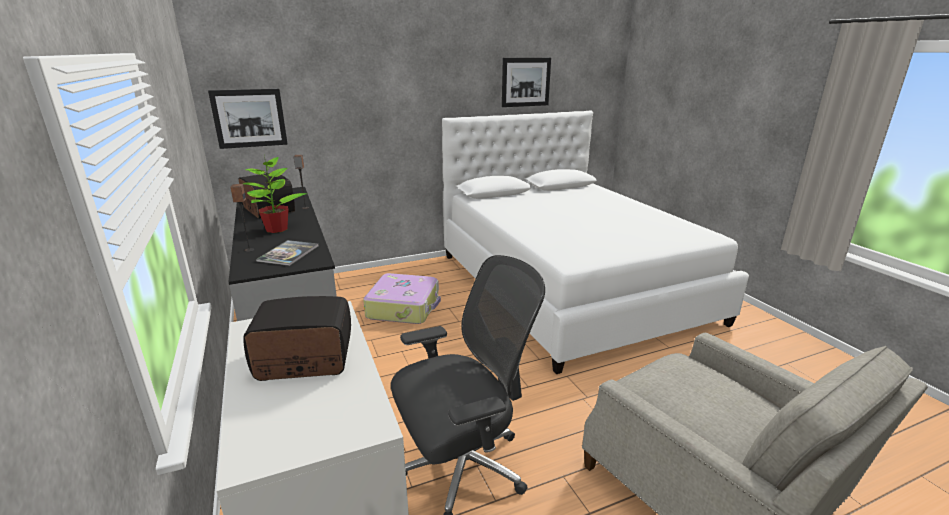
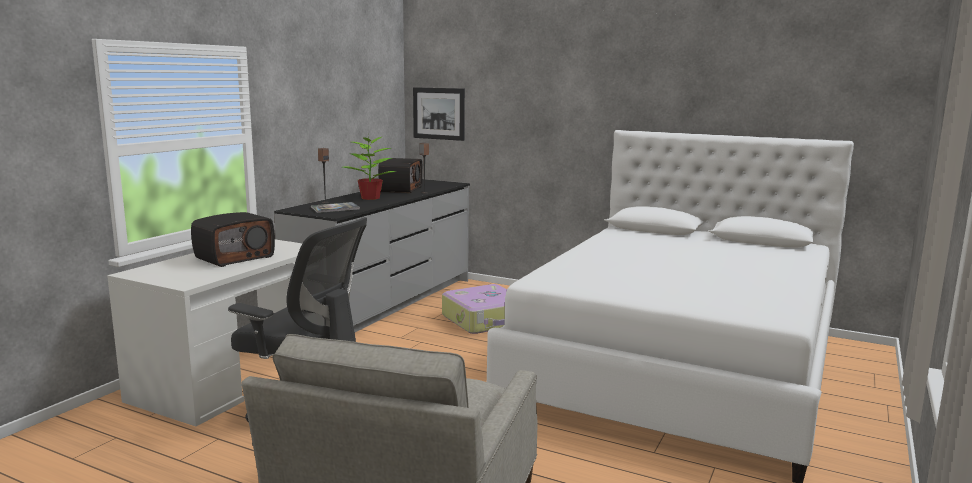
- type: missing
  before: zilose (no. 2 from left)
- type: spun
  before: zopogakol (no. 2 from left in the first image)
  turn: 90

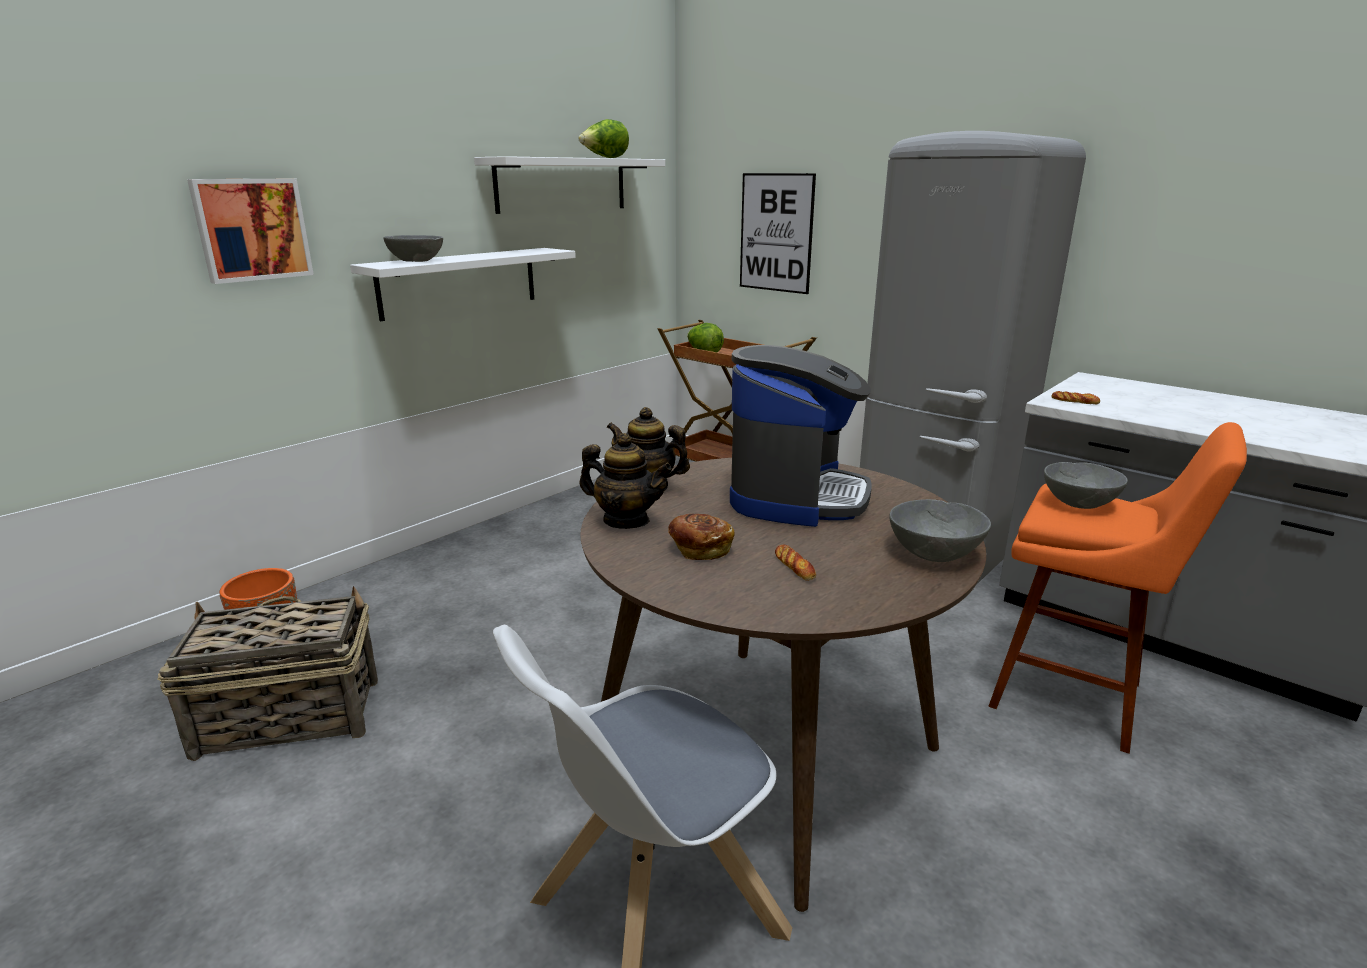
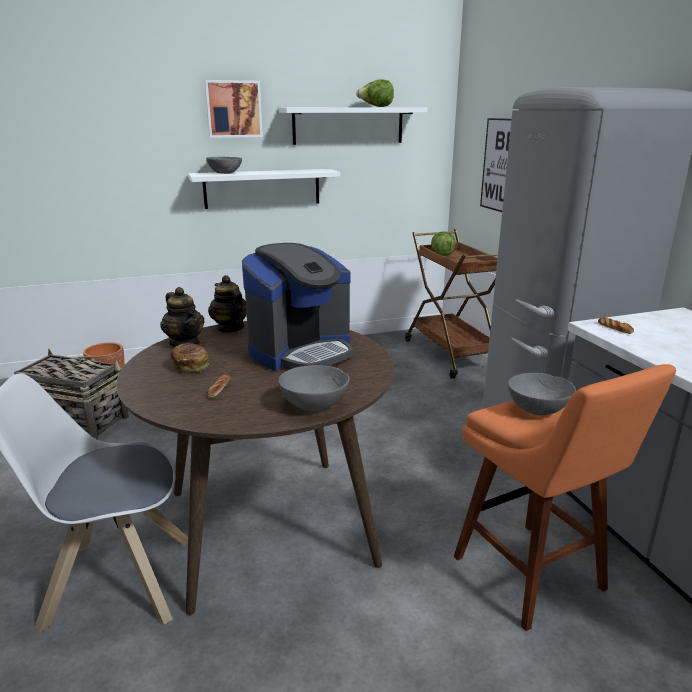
- type: relocated
  before: zilose (no. 1 from left)

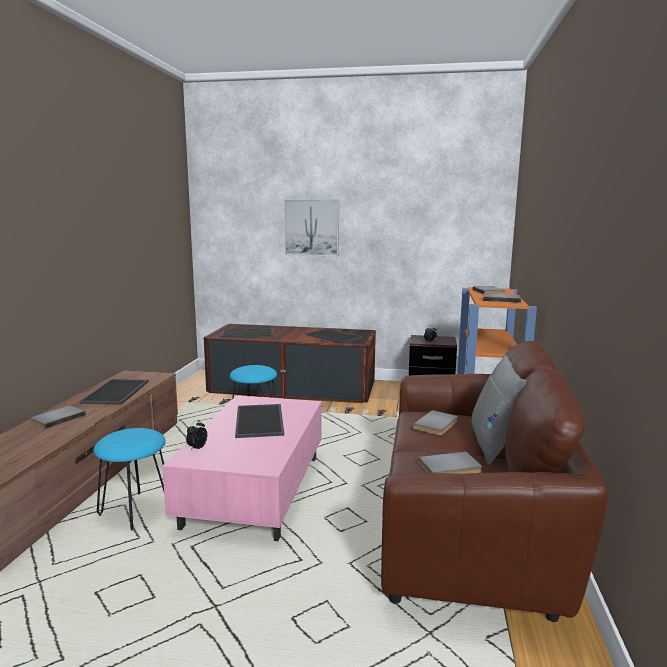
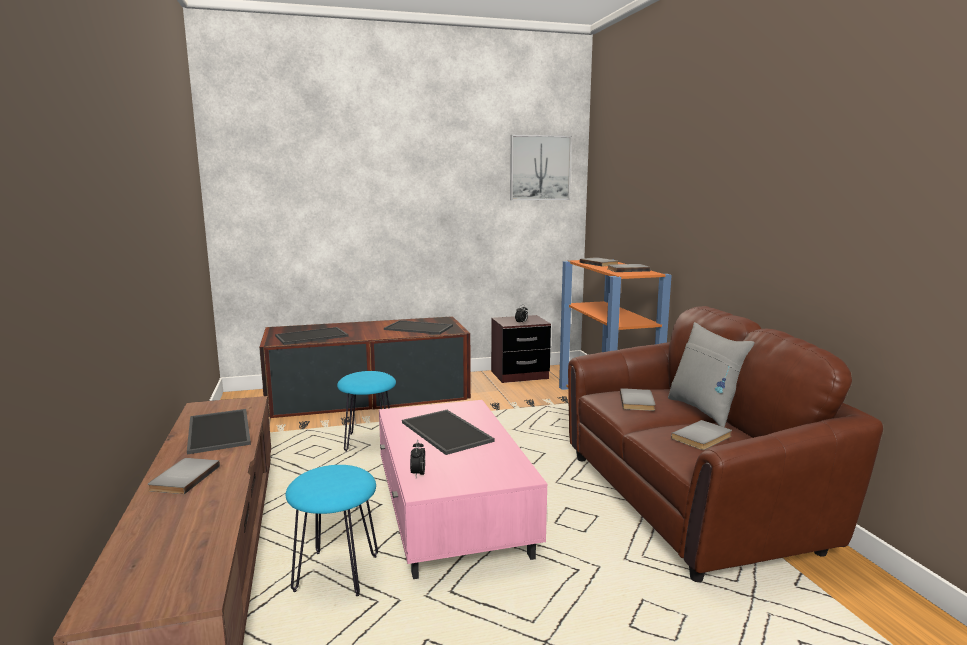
- type: relocated
  before: zilose

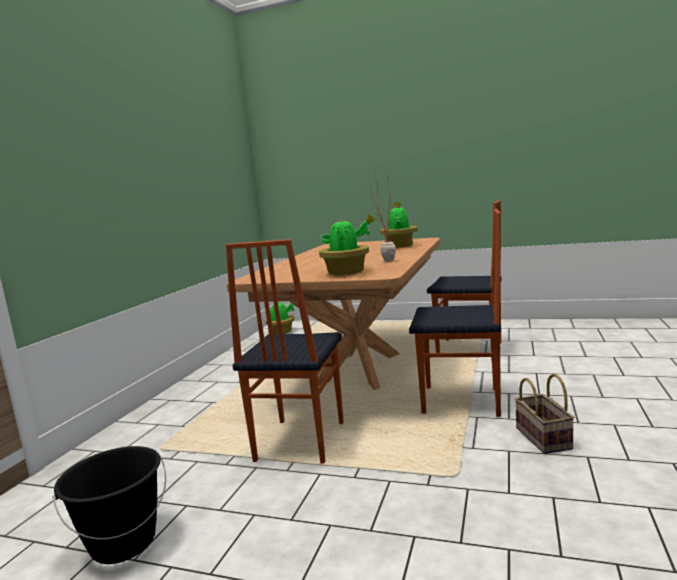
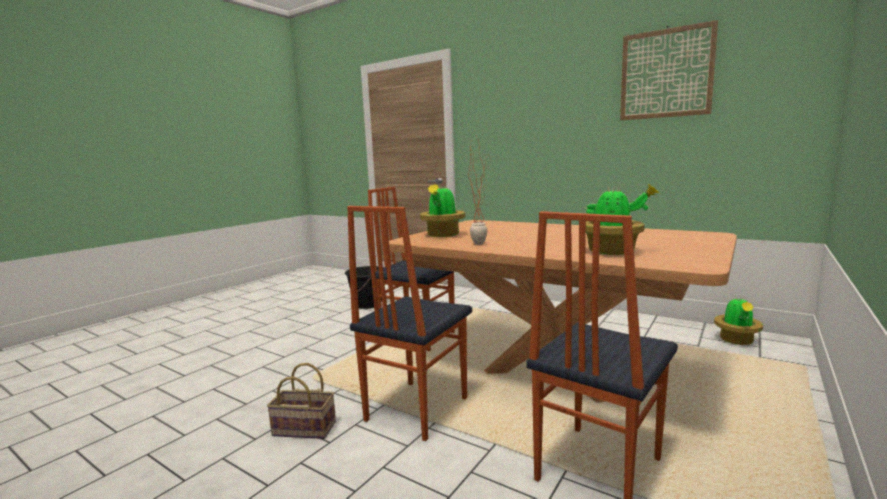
- type: appeared
  after: zilose

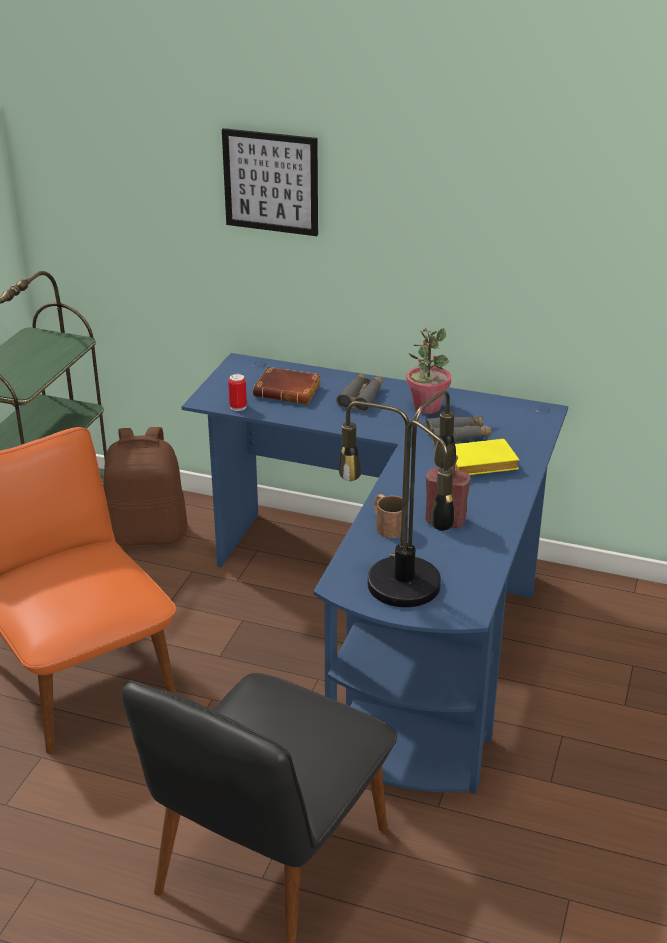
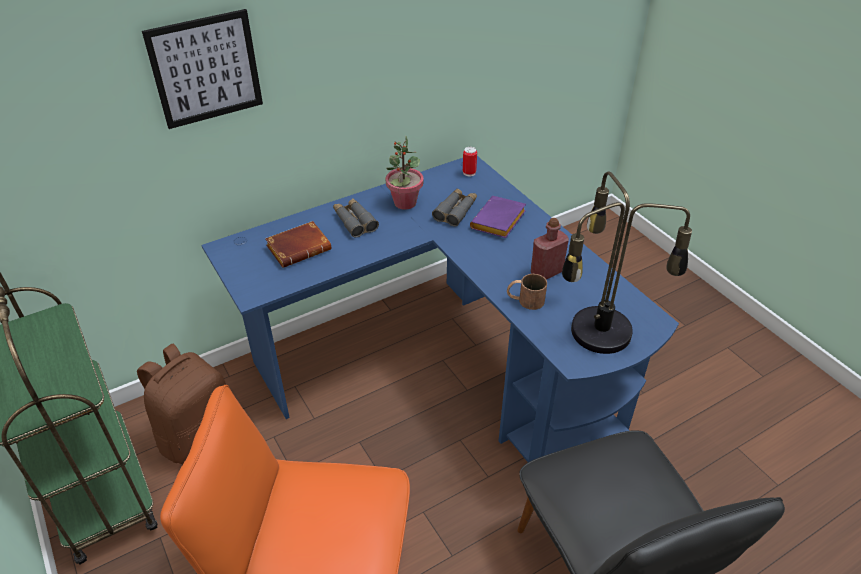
- type: relocated
  before: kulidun
- type: colour
  before: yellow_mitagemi
  after: purple_mitagemi

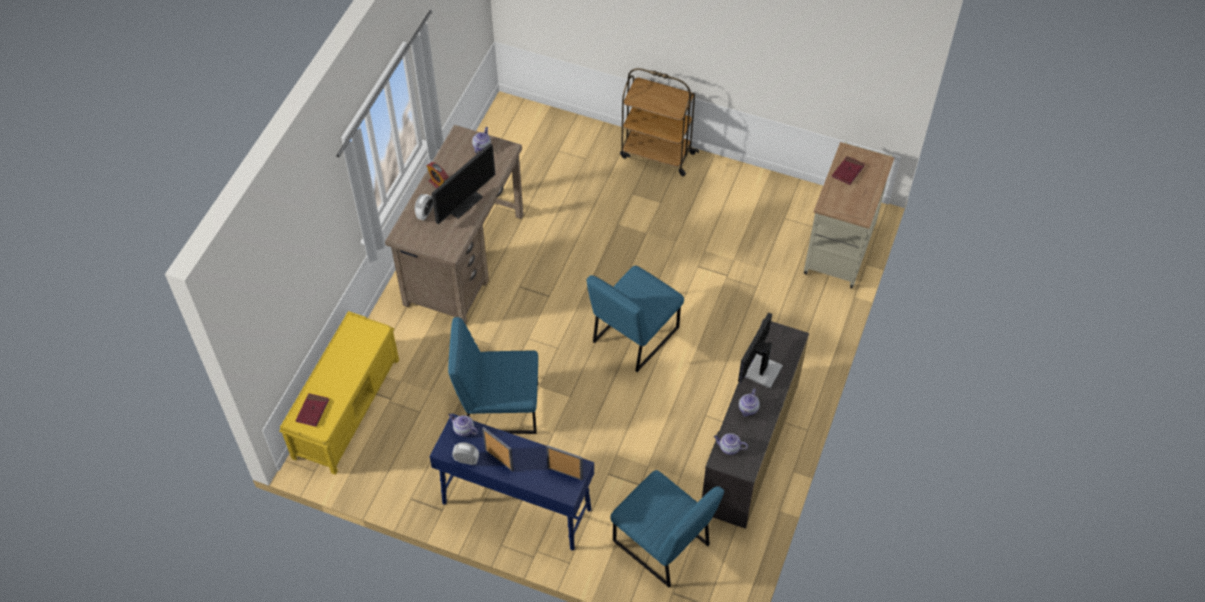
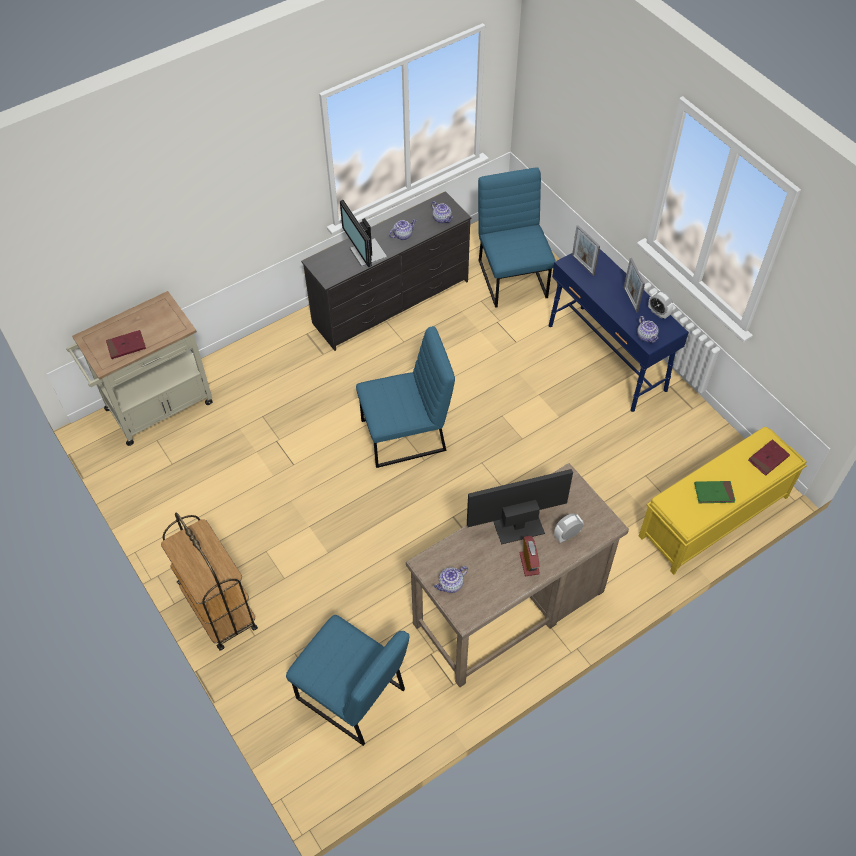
- type: spun
  before: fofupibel (no. 2 from left in the first image)
  turn: 90
- type: relocated
  before: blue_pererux (no. 1 from left)
- type: appeared
  after: green_mitagemi

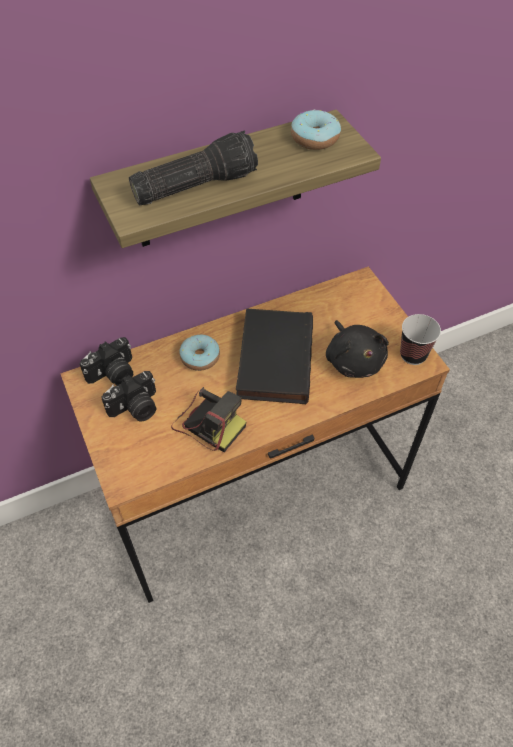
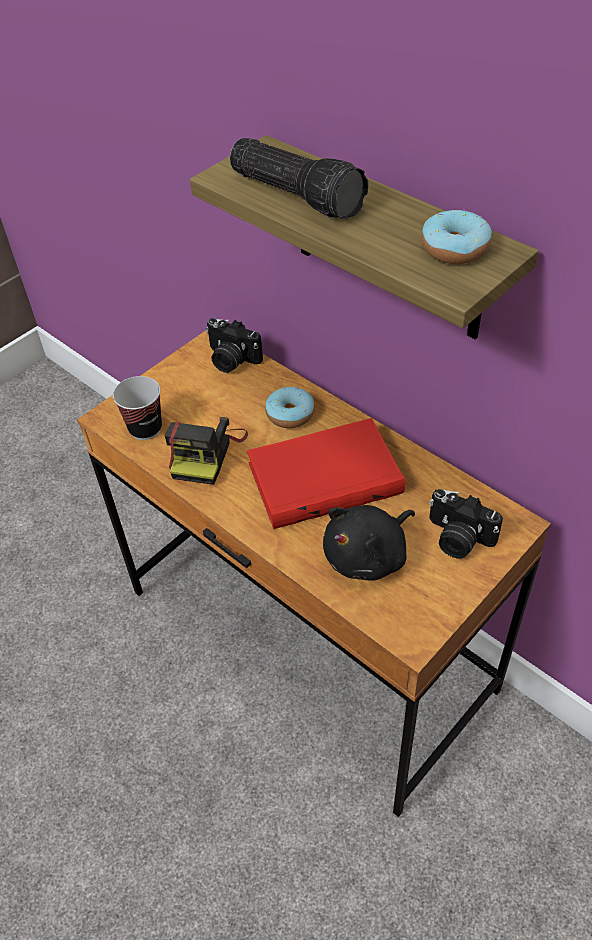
- type: colour
  before: black_mitagemi
  after: red_mitagemi
- type: relocated
  before: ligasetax
- type: relocated
  before: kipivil (no. 2 from left in the first image)
  after: kipivil (no. 3 from left)

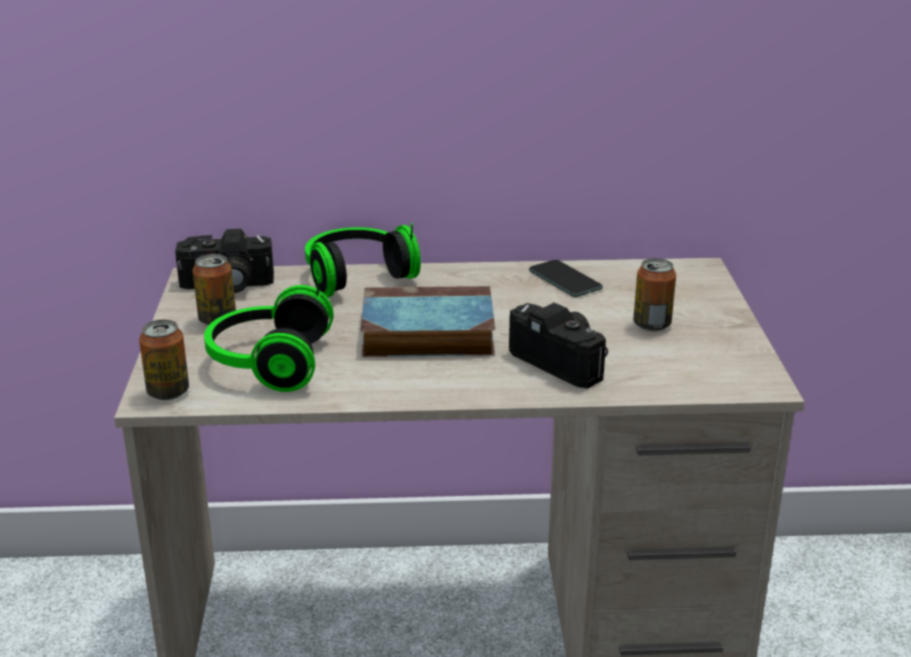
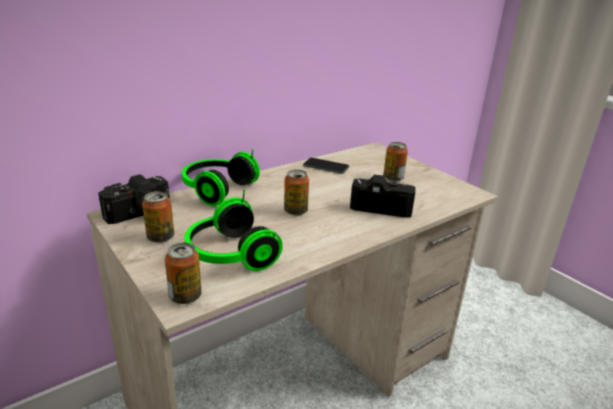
- type: exchanged
  before: mitagemi
  after: kulidun (no. 3 from left)

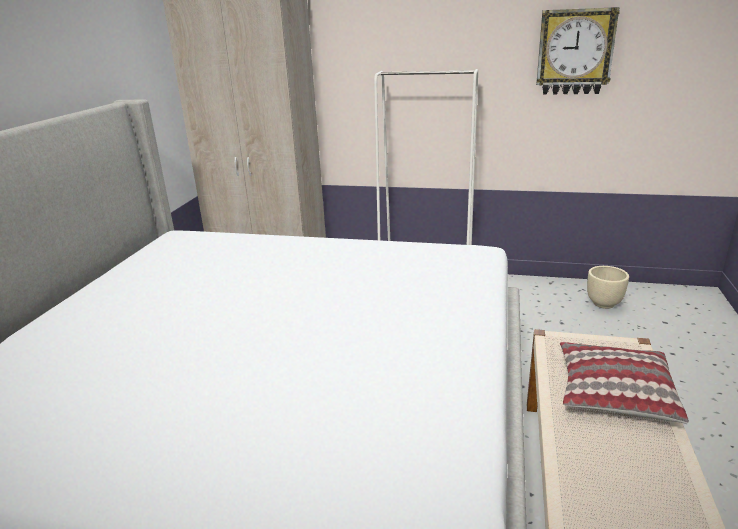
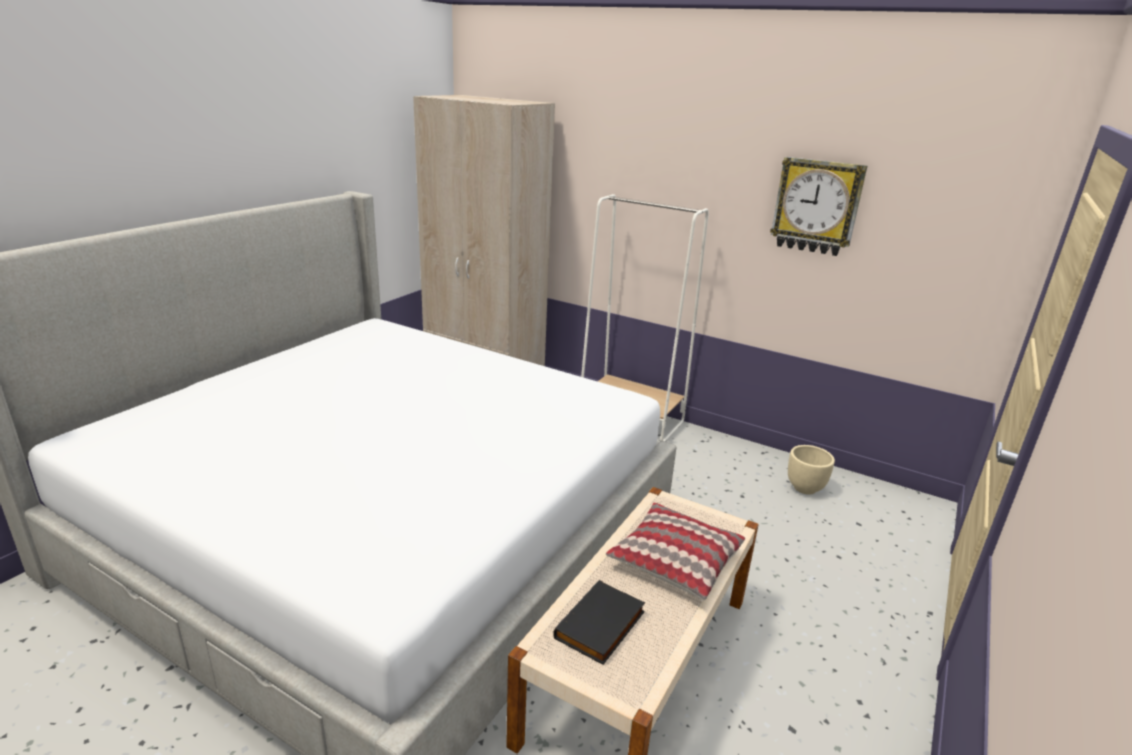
- type: appeared
  after: black_mitagemi

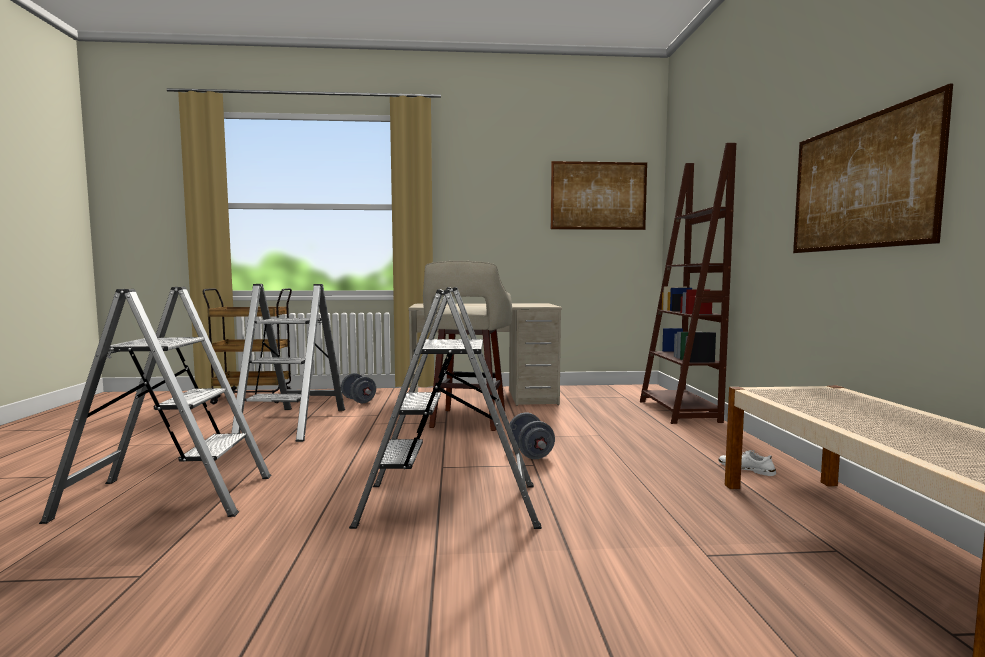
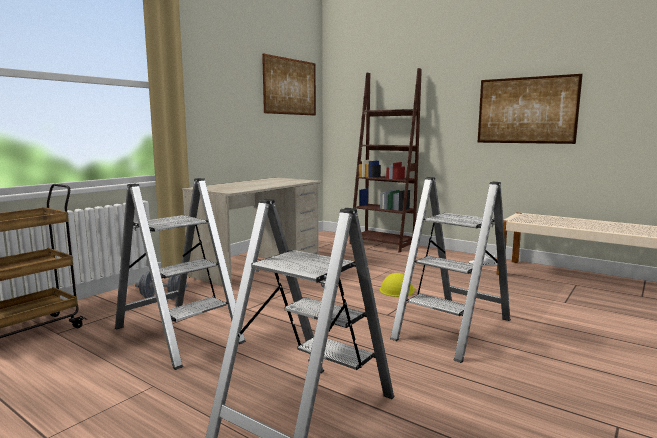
- type: missing
  before: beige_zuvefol
- type: exchanged
  before: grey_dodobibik (no. 2 from left)
  after: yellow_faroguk

